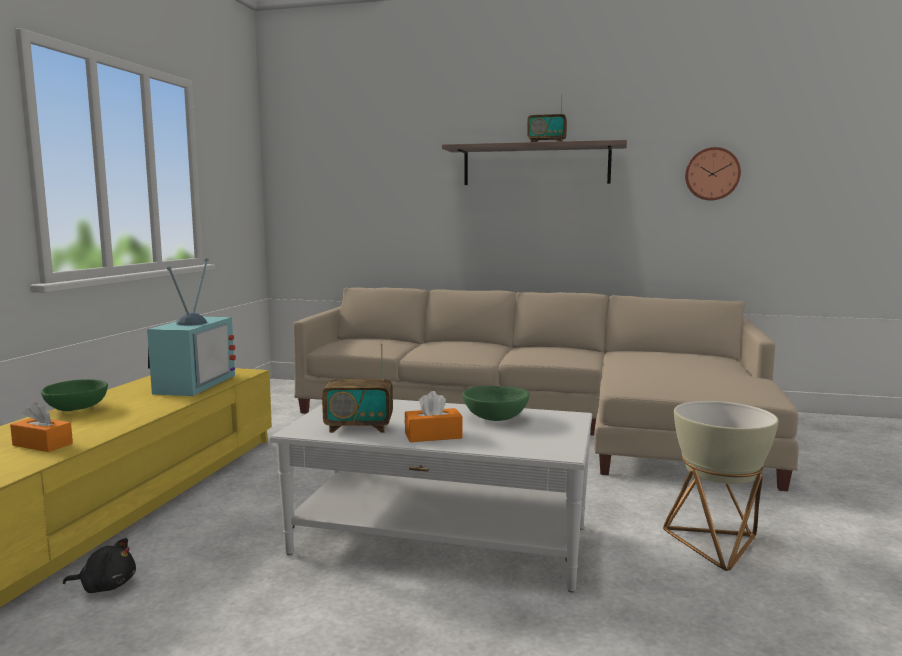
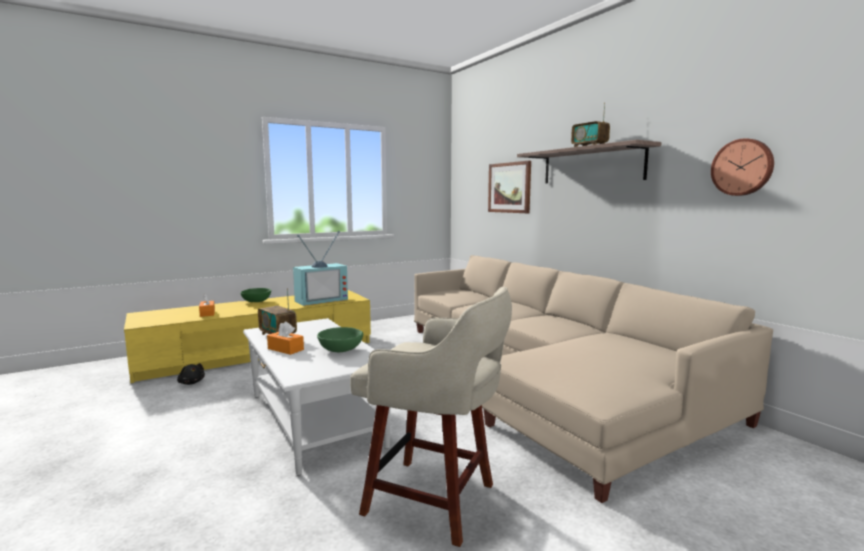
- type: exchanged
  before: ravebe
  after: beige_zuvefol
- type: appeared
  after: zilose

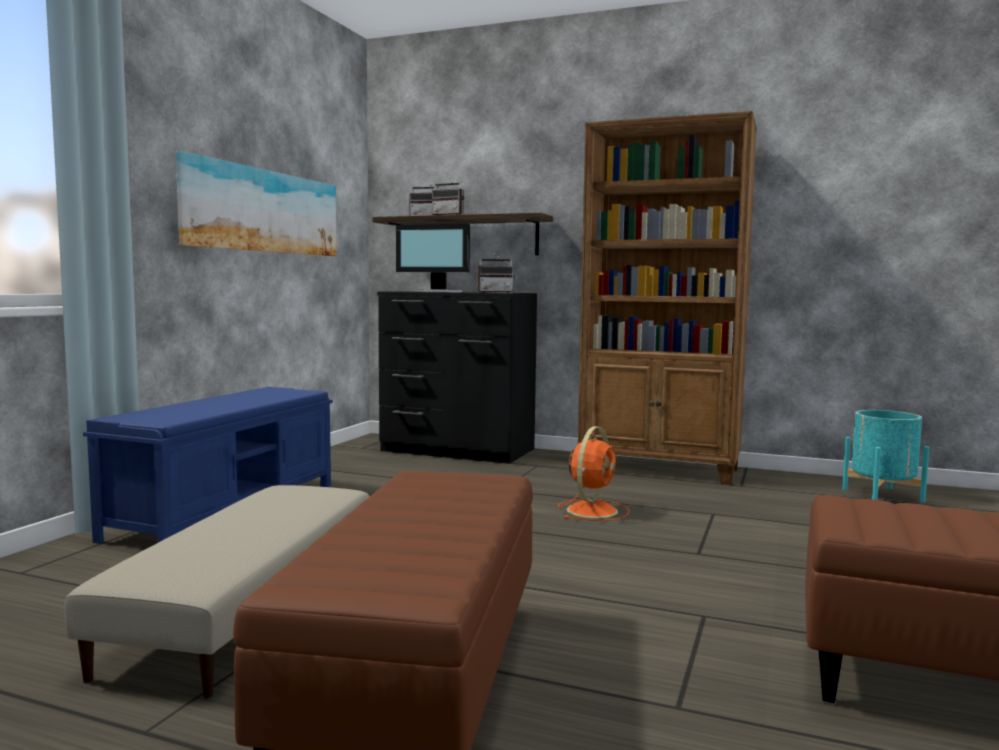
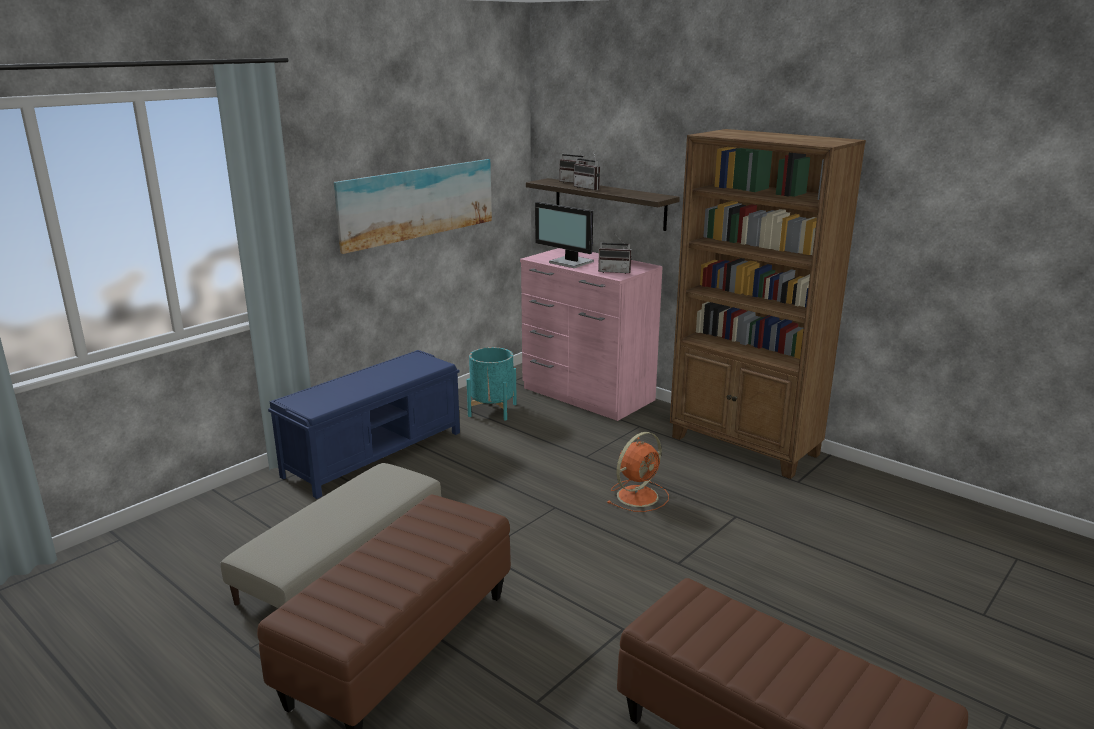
- type: colour
  before: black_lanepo
  after: pink_lanepo
- type: relocated
  before: turquoise_ravebe

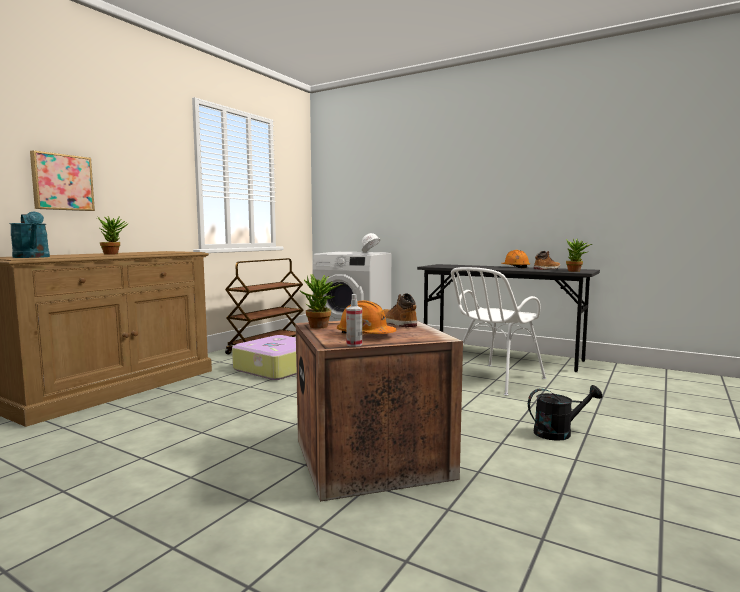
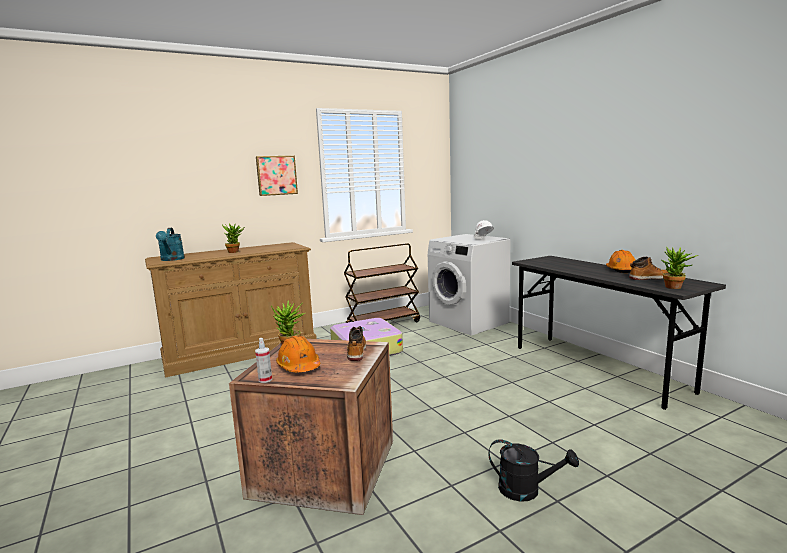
- type: relocated
  before: zilose
- type: missing
  before: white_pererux

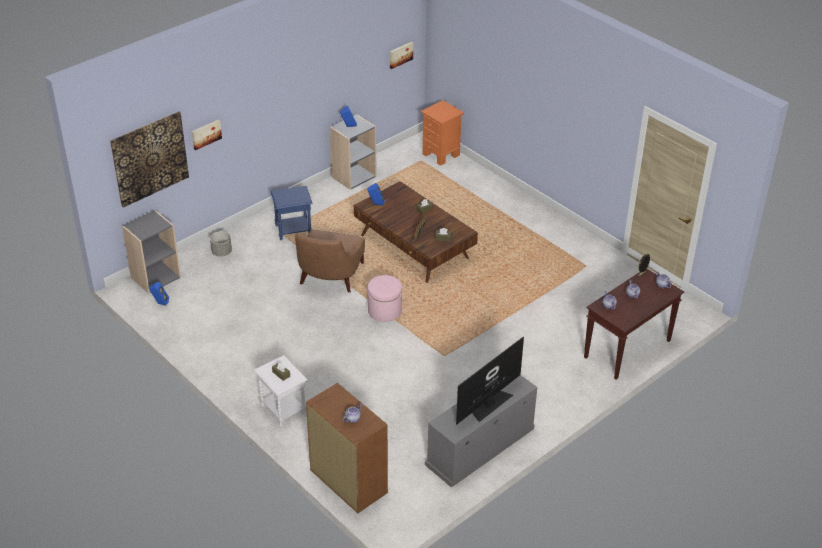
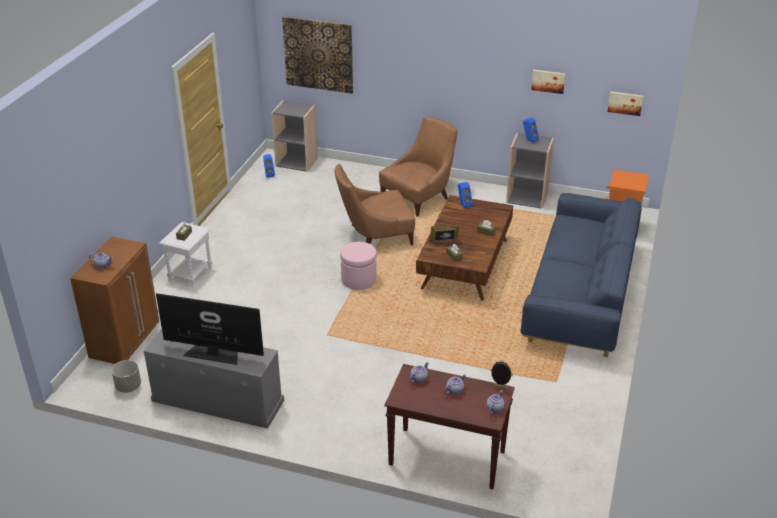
- type: relocated
  before: zilose (no. 2 from left)
- type: exchanged
  before: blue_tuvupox
  after: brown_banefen (no. 2 from left)
- type: relocated
  before: grey_ravebe
- type: appeared
  after: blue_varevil

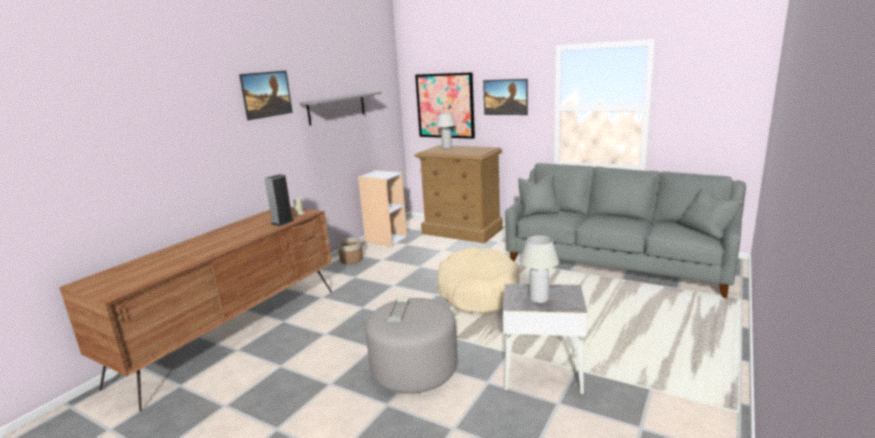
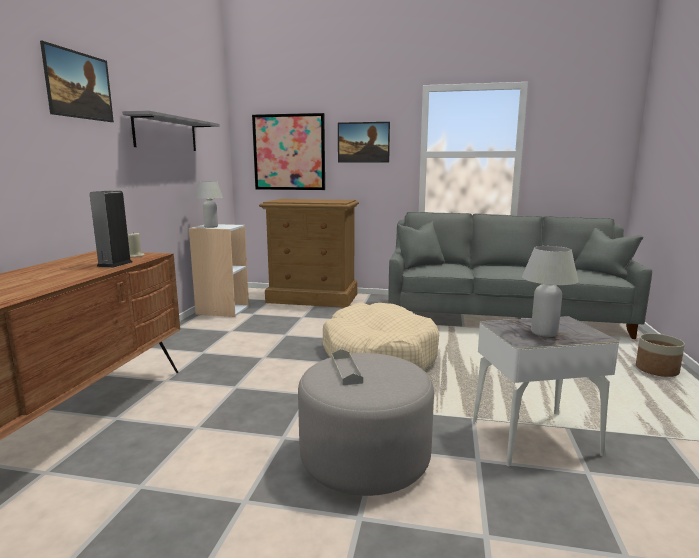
- type: relocated
  before: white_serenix (no. 1 from left)
- type: relocated
  before: ravebe

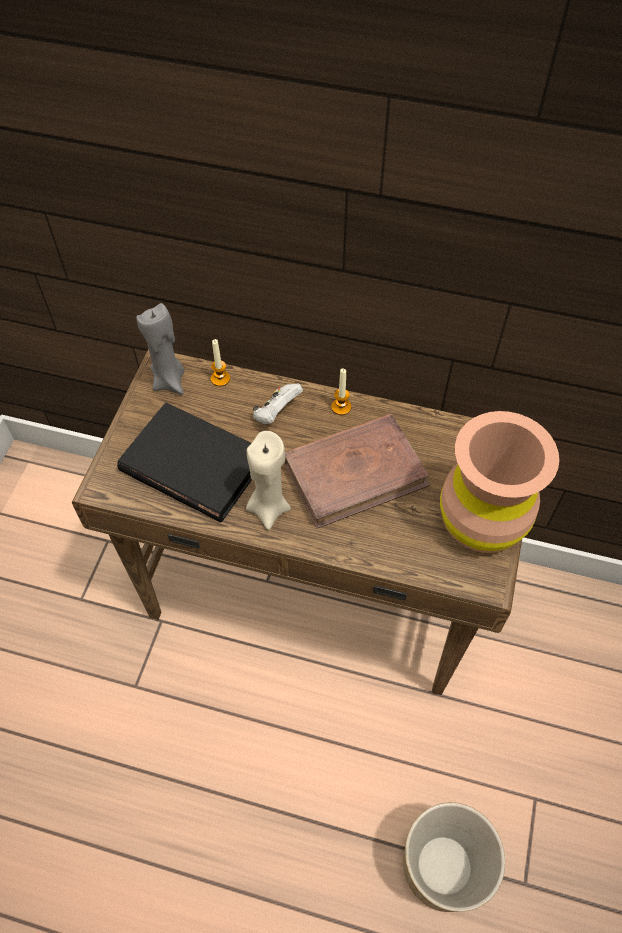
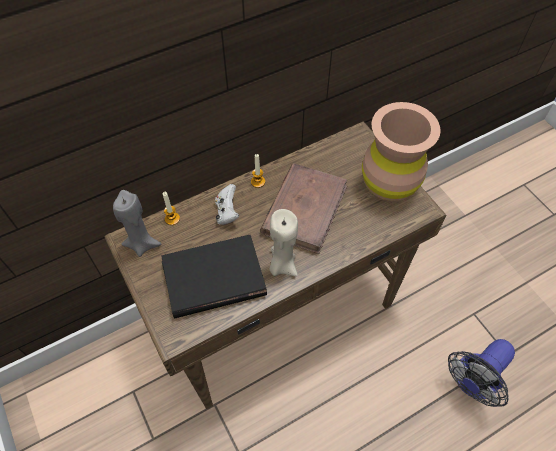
- type: exchanged
  before: ravebe
  after: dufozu

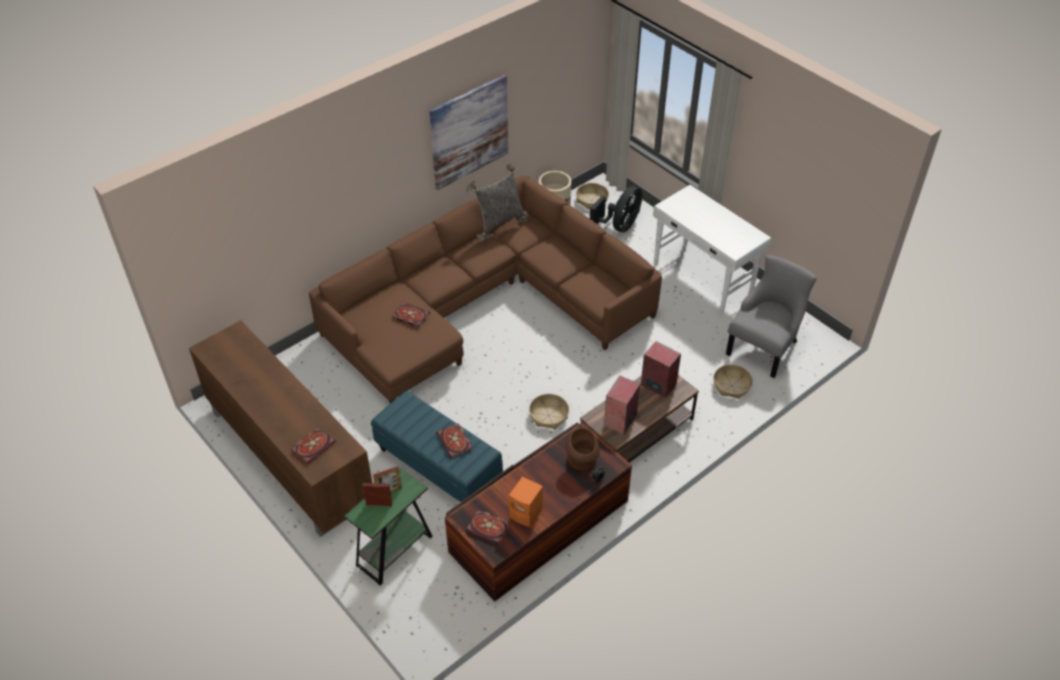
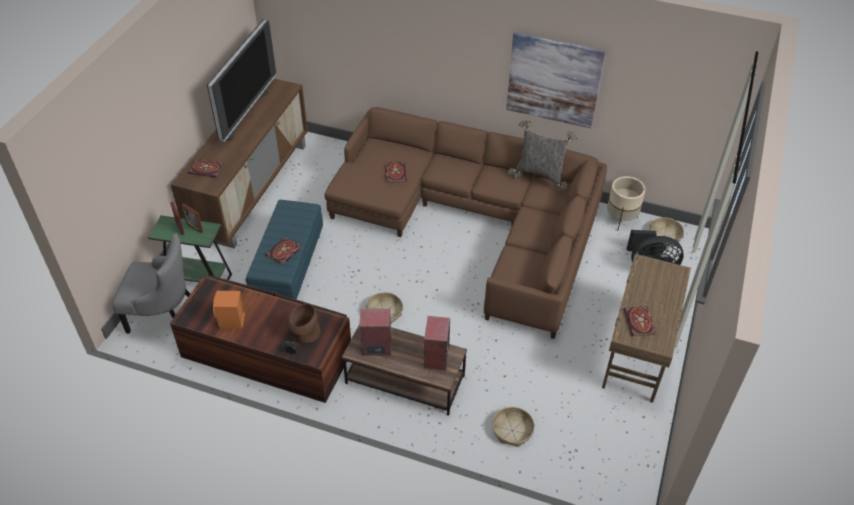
- type: colour
  before: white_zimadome
  after: brown_zimadome
- type: relocated
  before: grey_banefen
- type: relocated
  before: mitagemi (no. 4 from left)
- type: appeared
  after: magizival

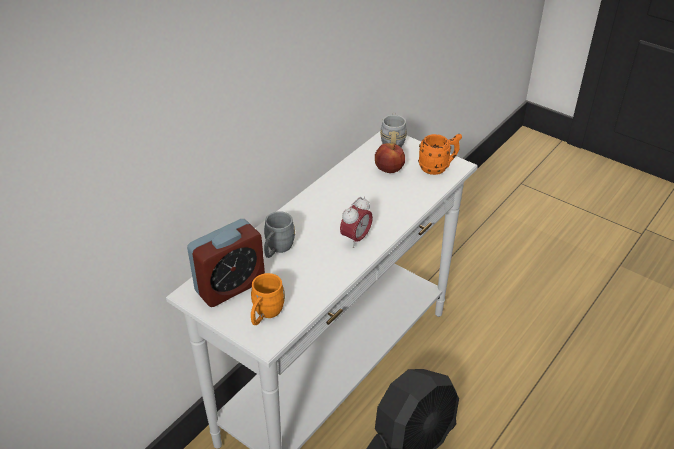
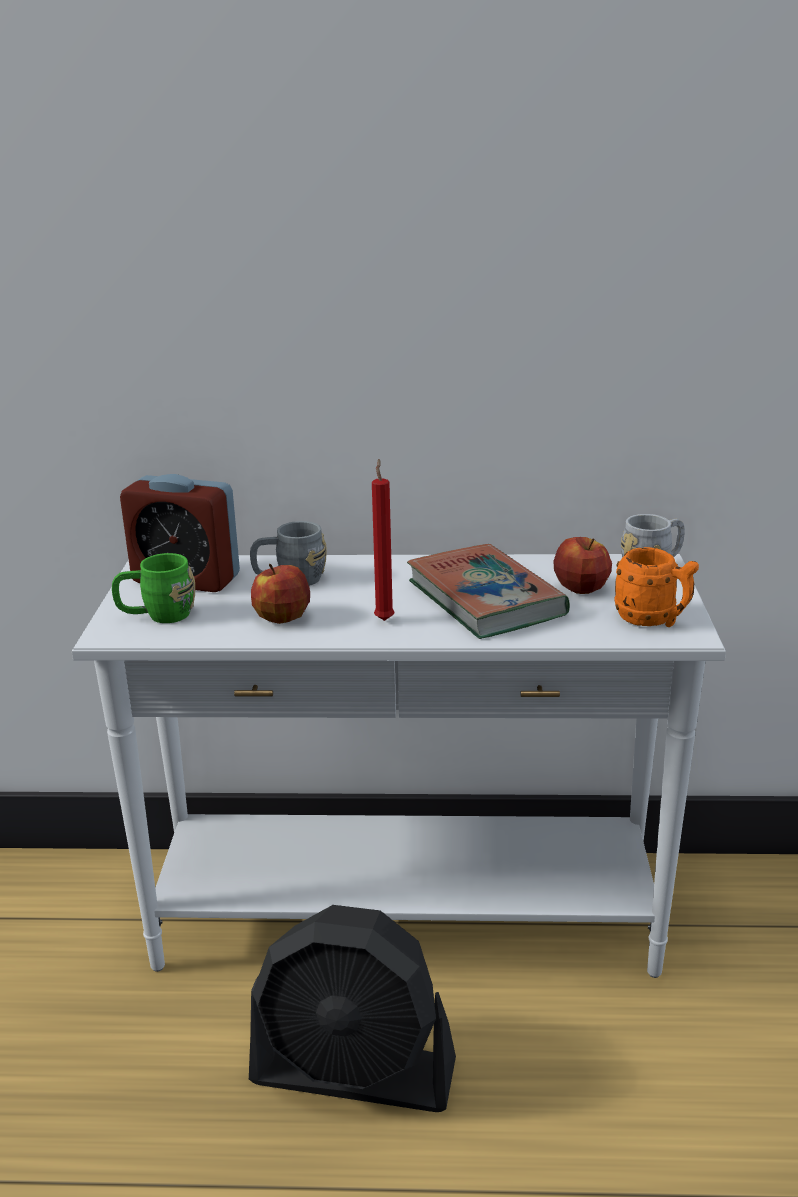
- type: exchanged
  before: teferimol (no. 2 from left)
  after: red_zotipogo
- type: colour
  before: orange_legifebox (no. 1 from left)
  after: green_legifebox
- type: appeared
  after: mitagemi
- type: appeared
  after: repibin (no. 1 from left)

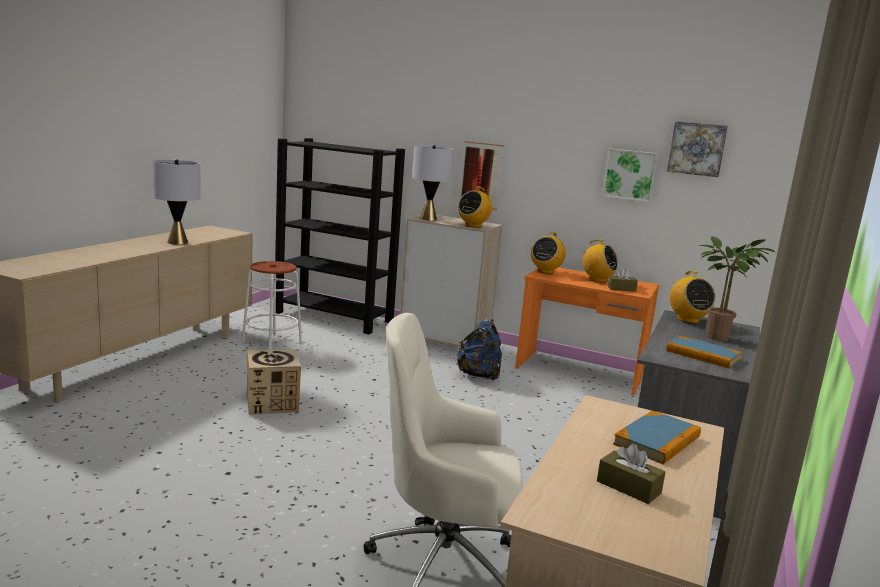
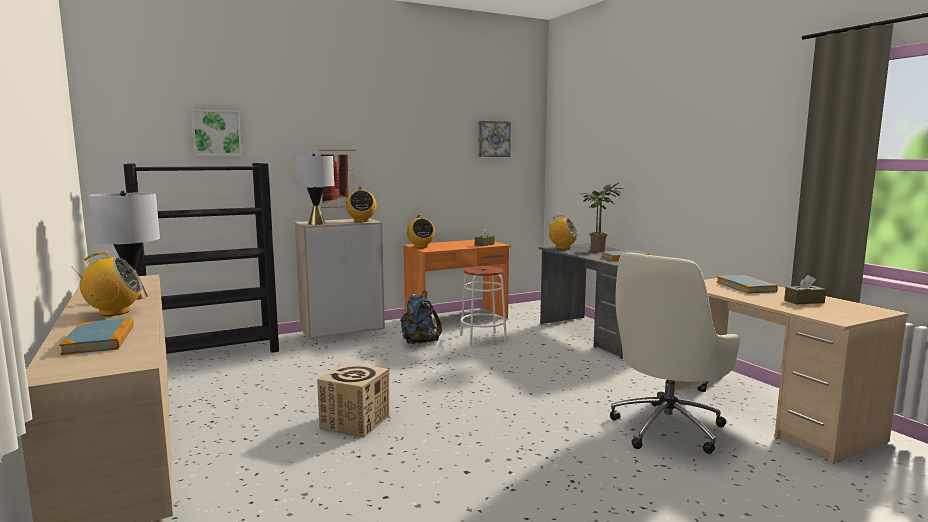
- type: relocated
  before: zilose (no. 2 from left in the first image)
  after: zilose (no. 1 from left)
- type: relocated
  before: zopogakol (no. 3 from left in the first image)
  after: zopogakol (no. 1 from left)
- type: relocated
  before: white_zuvefol
- type: appeared
  after: mitagemi (no. 1 from left)

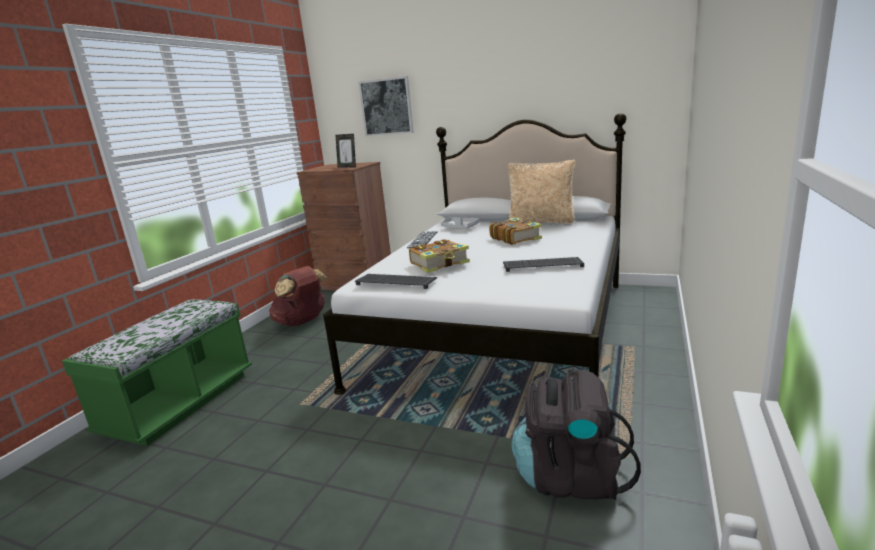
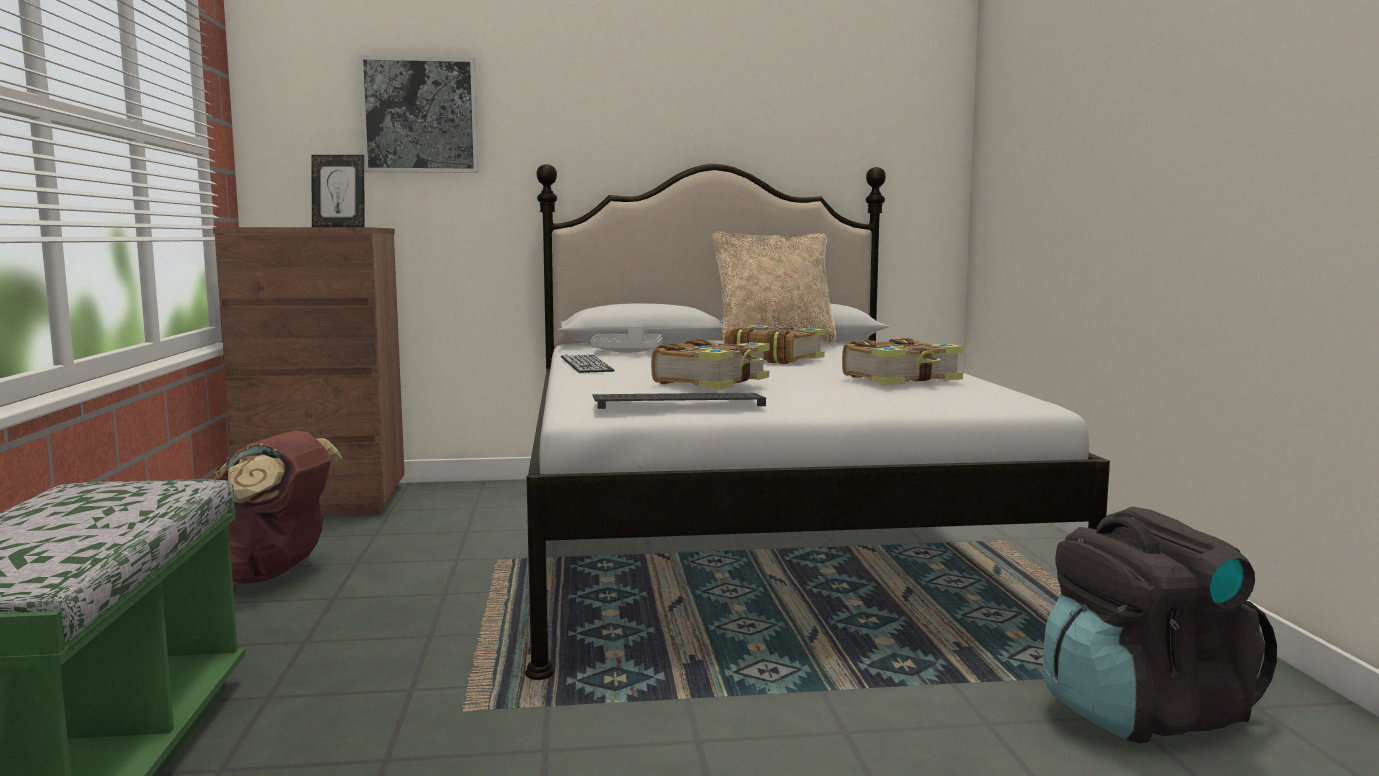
- type: exchanged
  before: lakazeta (no. 3 from left)
  after: mitagemi (no. 3 from left)

